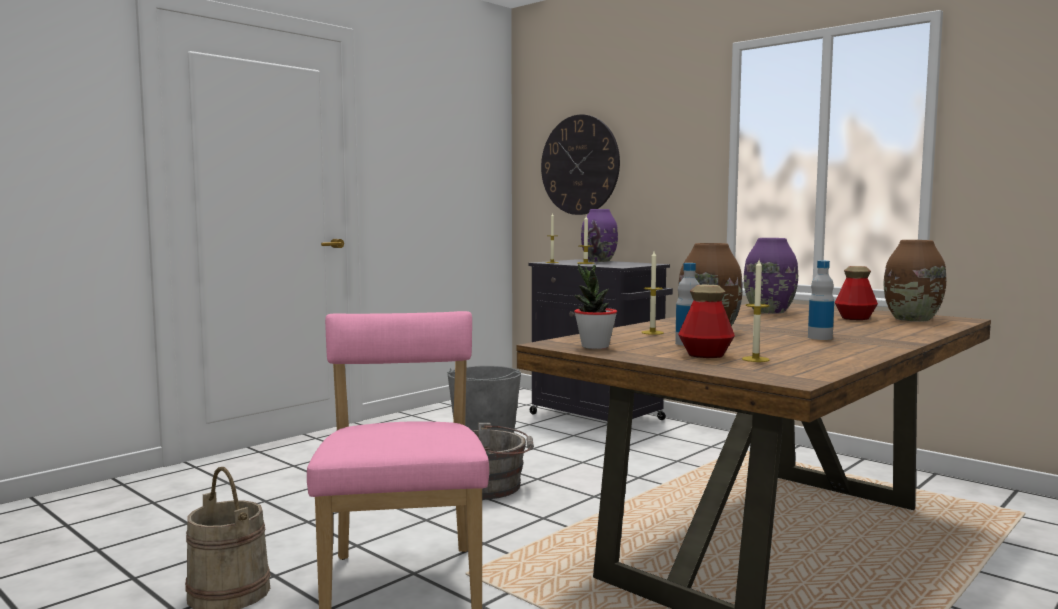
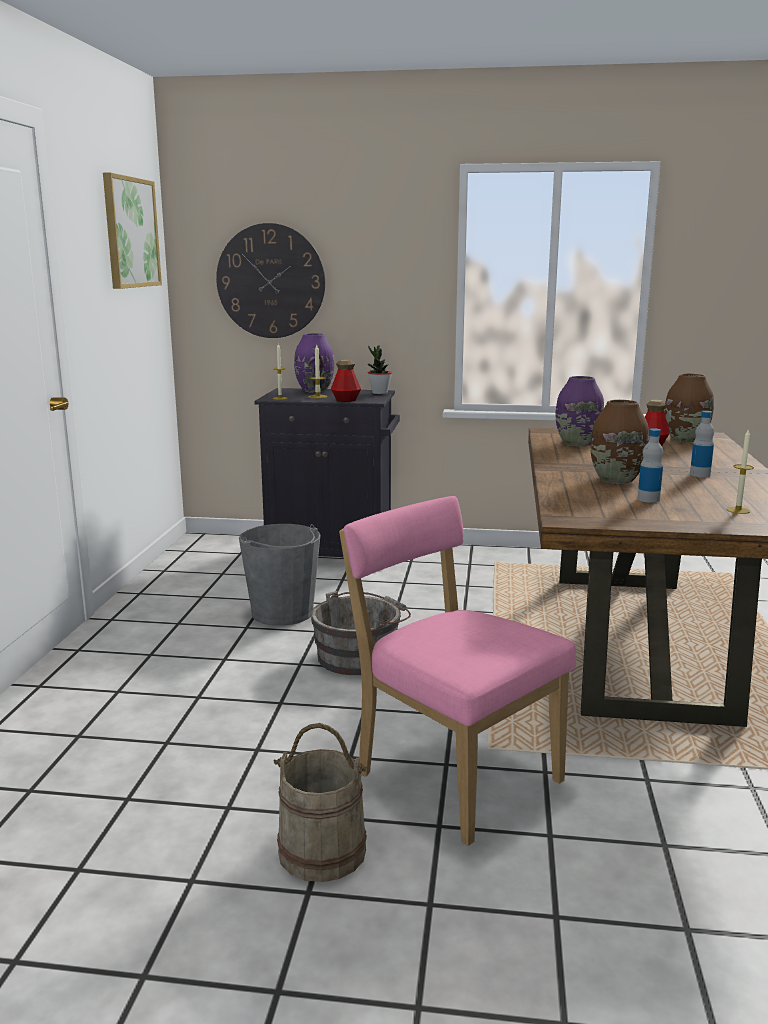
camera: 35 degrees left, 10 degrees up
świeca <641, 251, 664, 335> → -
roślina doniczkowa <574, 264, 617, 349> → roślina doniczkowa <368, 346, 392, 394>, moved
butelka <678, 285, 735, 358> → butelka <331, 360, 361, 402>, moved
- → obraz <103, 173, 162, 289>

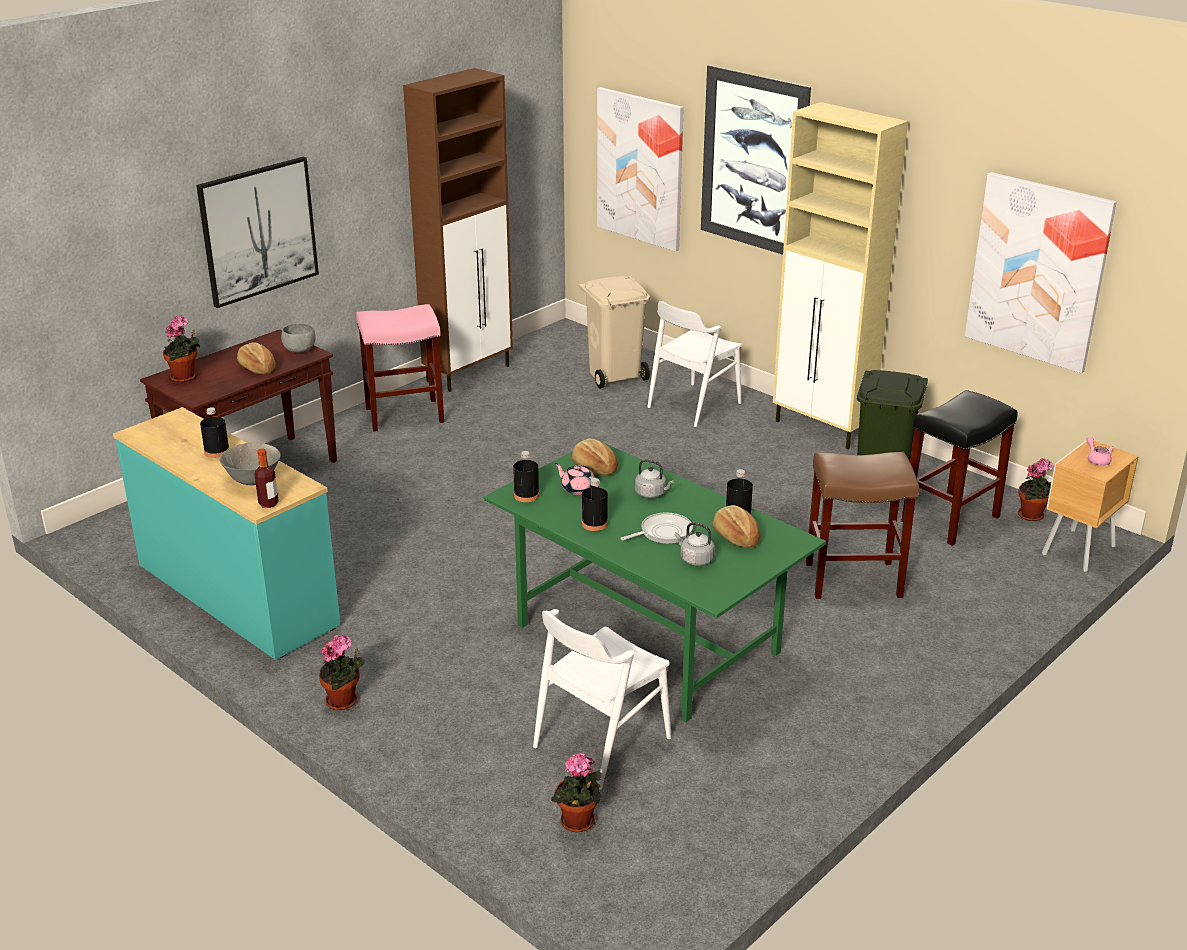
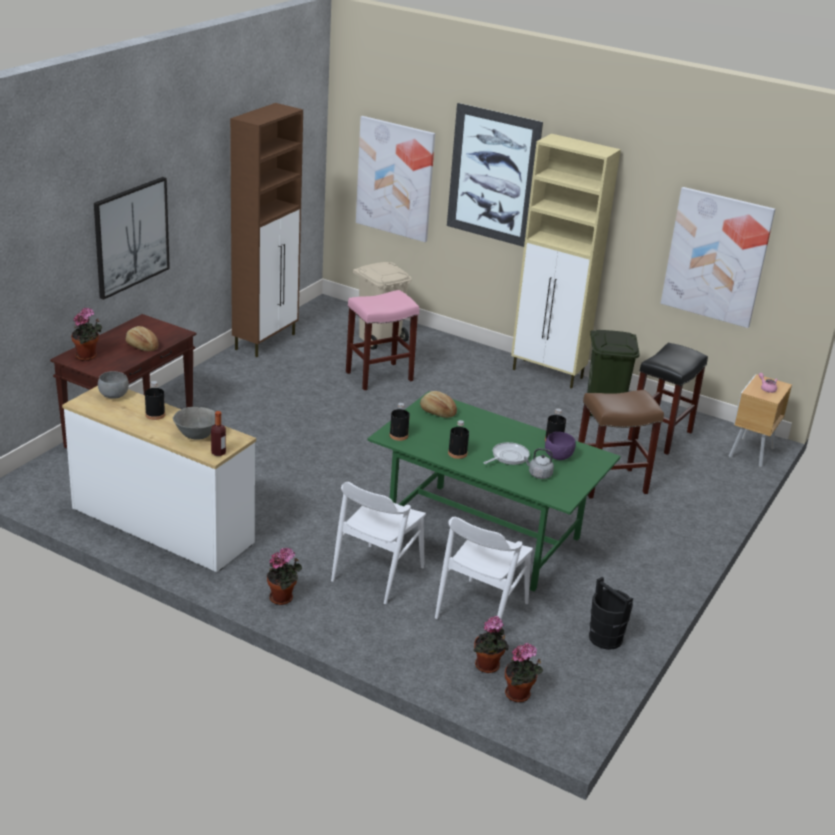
camera: 15 degrees left, 0 degrees up
krzesło/biały <648, 301, 742, 427> → krzesło/biały <331, 482, 426, 604>, moved
stołek/różowy <356, 304, 444, 432> → stołek/różowy <346, 290, 419, 391>, moved
miska/szary <281, 323, 316, 353> → miska/szary <98, 371, 129, 399>, moved
komoda/turkusowy <113, 407, 341, 660> → komoda/biały <62, 386, 256, 572>
roślina doniczkowa <1018, 458, 1053, 521> → roślina doniczkowa <505, 643, 543, 702>, moved
czajnik/szary <635, 459, 674, 498> → -
imbryk/różowy <555, 463, 600, 495> → -
chleb <712, 505, 760, 548> → miska/fioletowy <545, 432, 576, 460>
- → wiadro/czarny <589, 577, 633, 650>

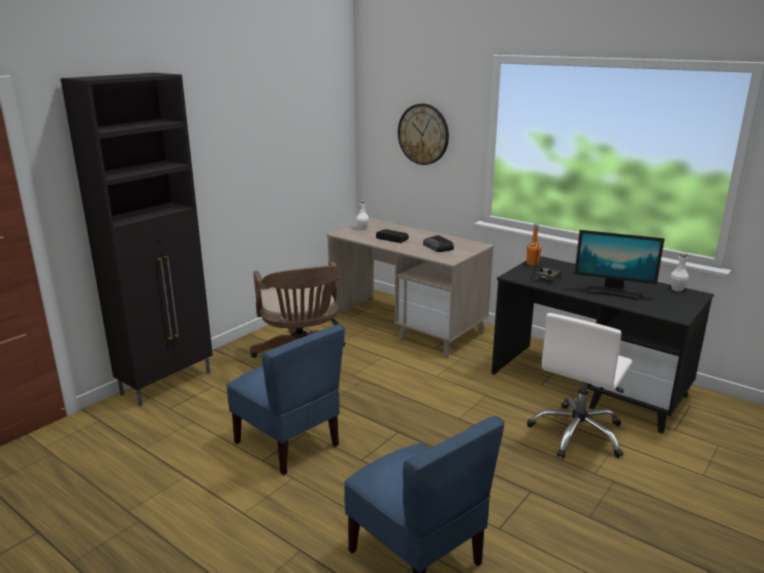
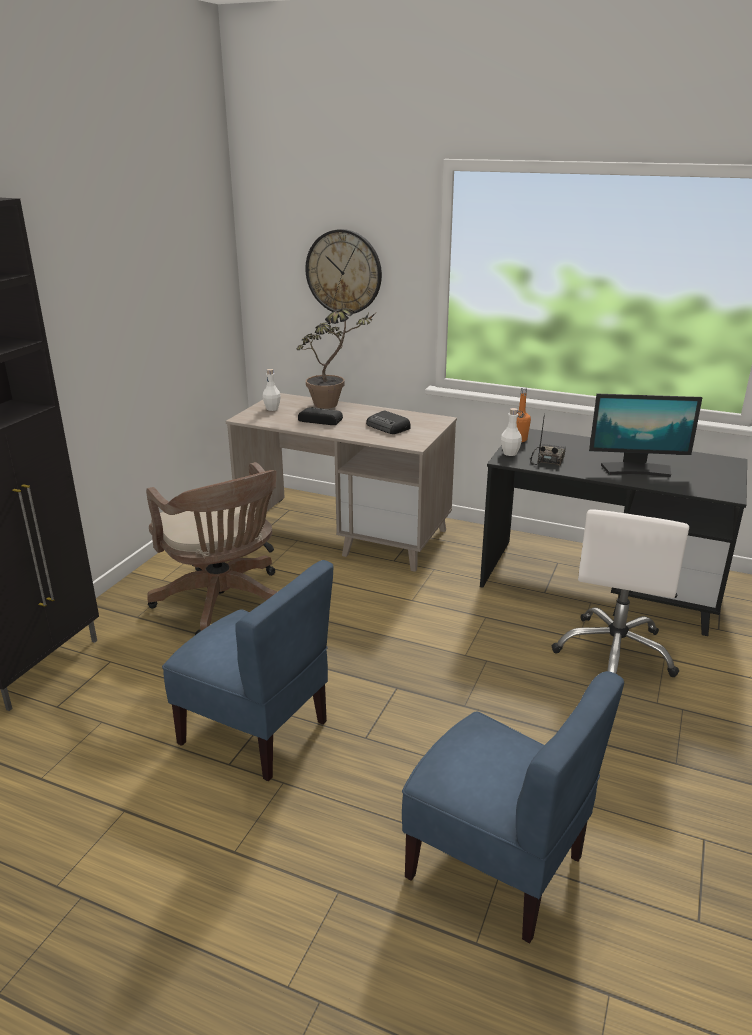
camera: 15 degrees left, 5 degrees up
butelka/biały <670, 253, 689, 291> → butelka/biały <501, 408, 522, 456>, moved
- → roślina doniczkowa <296, 308, 377, 409>

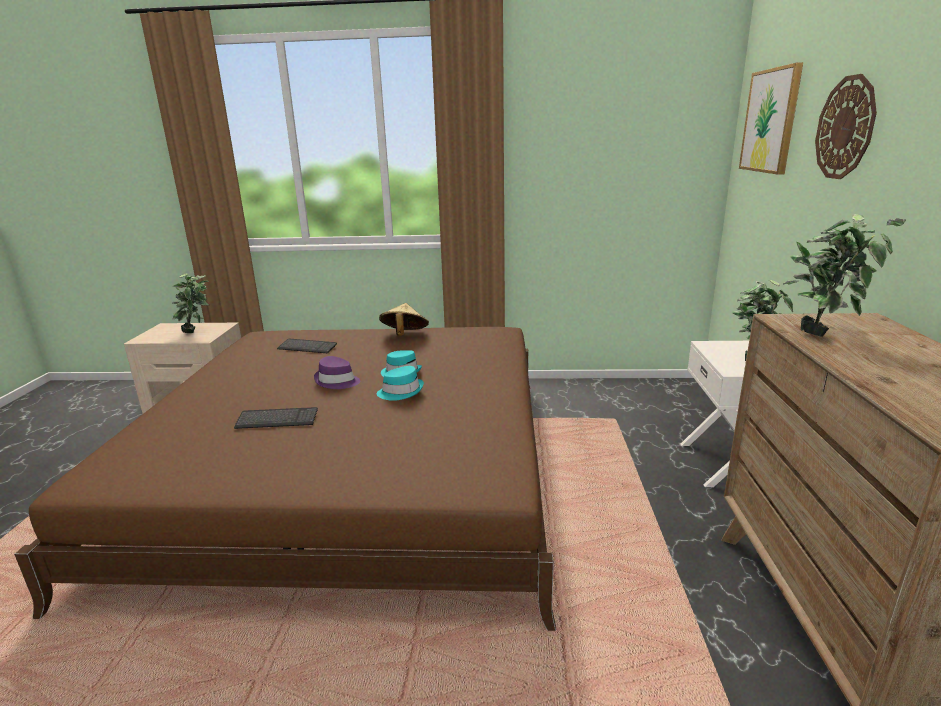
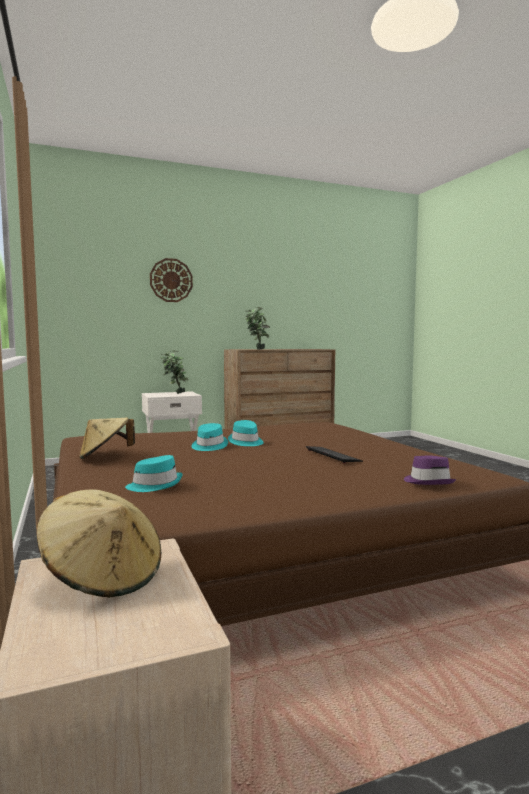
camera: 115 degrees left, 15 degrees down
obraz <739, 62, 803, 175> → -
roślina doniczkowa <172, 274, 209, 333> → kapelusz/beżowy <37, 489, 161, 598>
klawiatura <277, 339, 337, 353> → kapelusz/turkusowy <125, 455, 183, 492>
kapelusz/fioletowy <314, 356, 360, 389> → kapelusz/fioletowy <404, 455, 456, 485>, moved

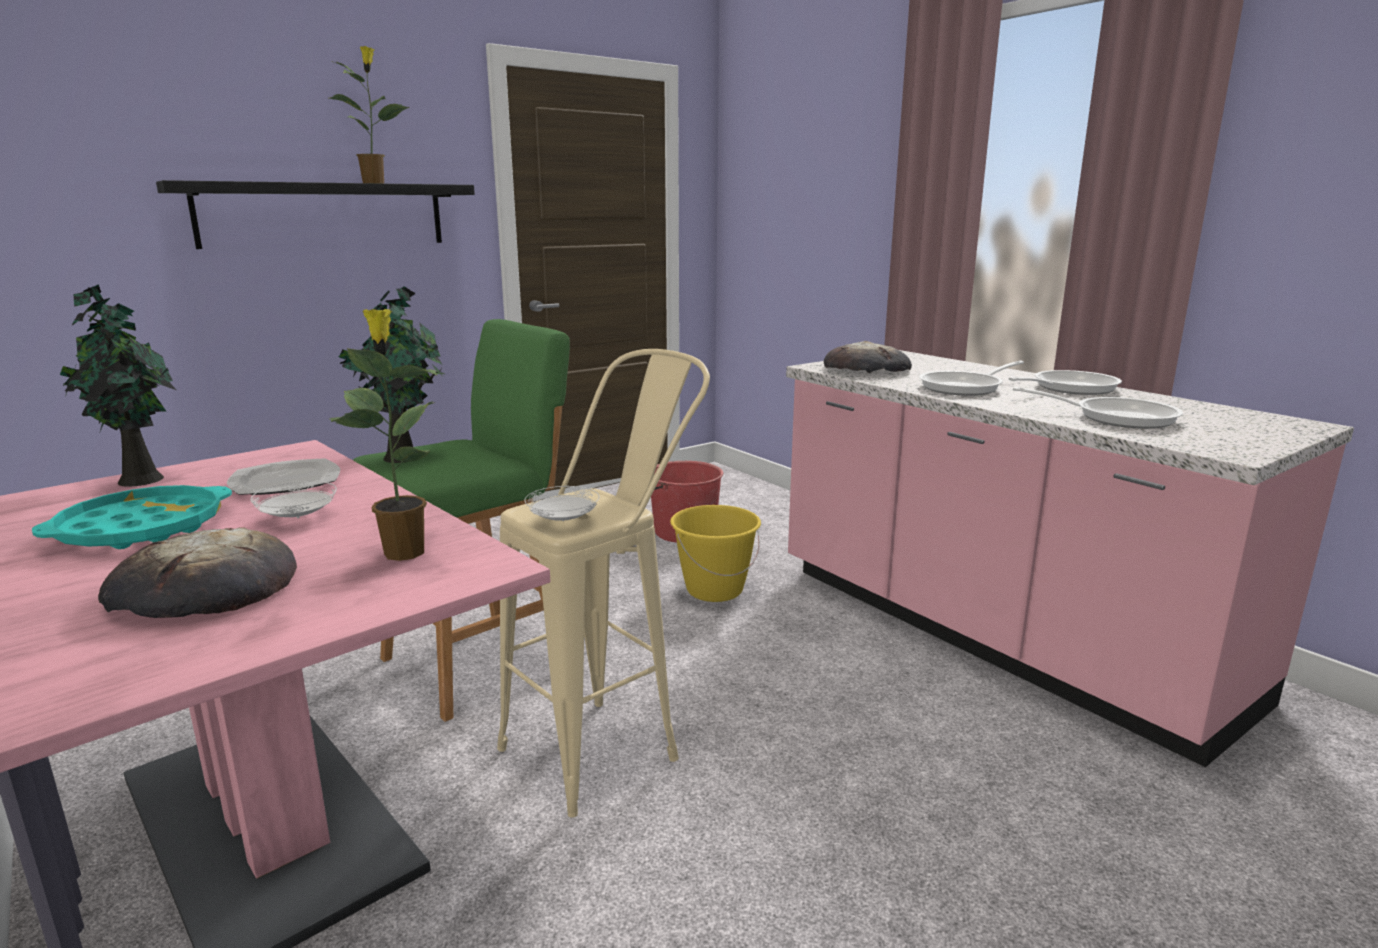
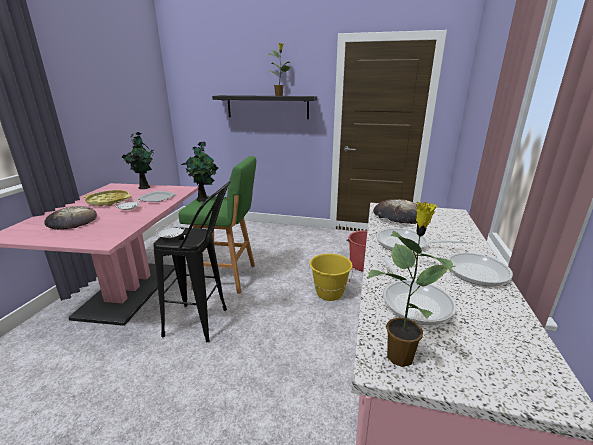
camera: 50 degrees right, 5 degrees up
roślina doniczkowa <330, 309, 437, 561> → roślina doniczkowa <366, 202, 455, 367>, moved
stołek/beżowy <497, 349, 710, 817> → stołek/czarny <153, 181, 231, 342>
taca/turkusowy <32, 485, 232, 549> → taca/żółty <84, 190, 131, 206>

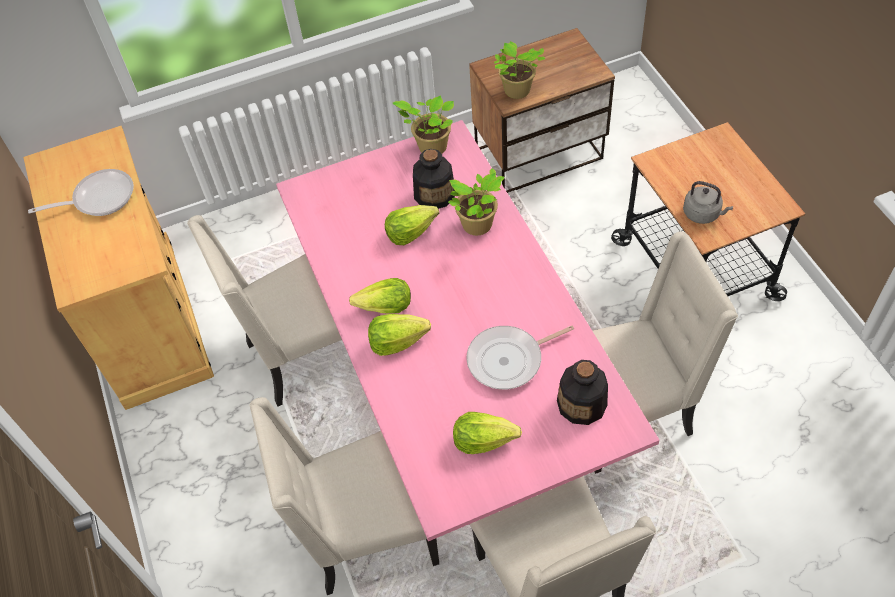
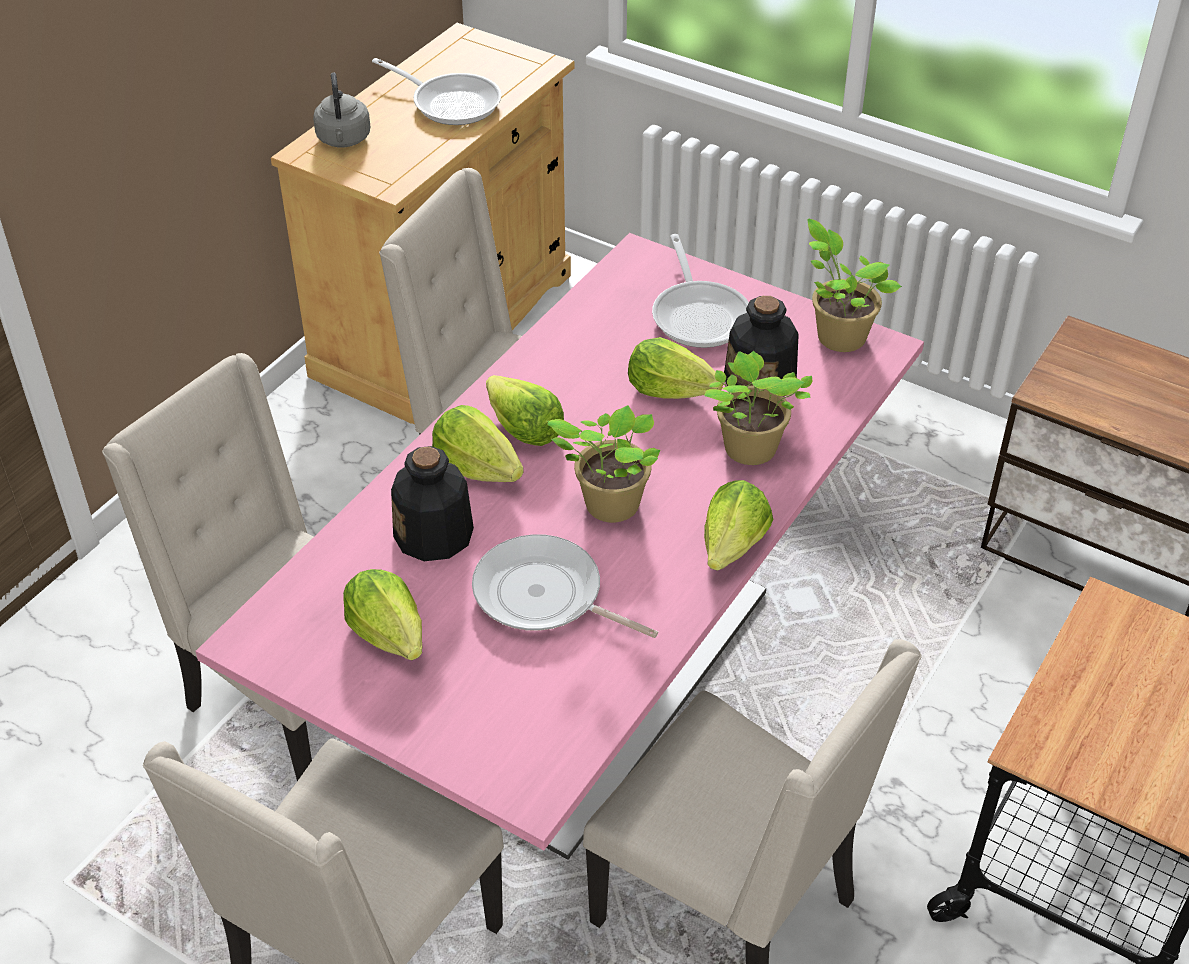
camera: 50 degrees right, 10 degrees down
roślina doniczkowa <494, 41, 545, 99> → roślina doniczkowa <547, 405, 660, 523>, moved
czajnik/szary <683, 181, 733, 224> → czajnik/szary <313, 73, 370, 147>, moved
butelka <557, 360, 608, 425> → butelka <391, 446, 474, 561>, moved
- → patelnia <652, 234, 749, 348>
- → sałata <704, 480, 773, 571>

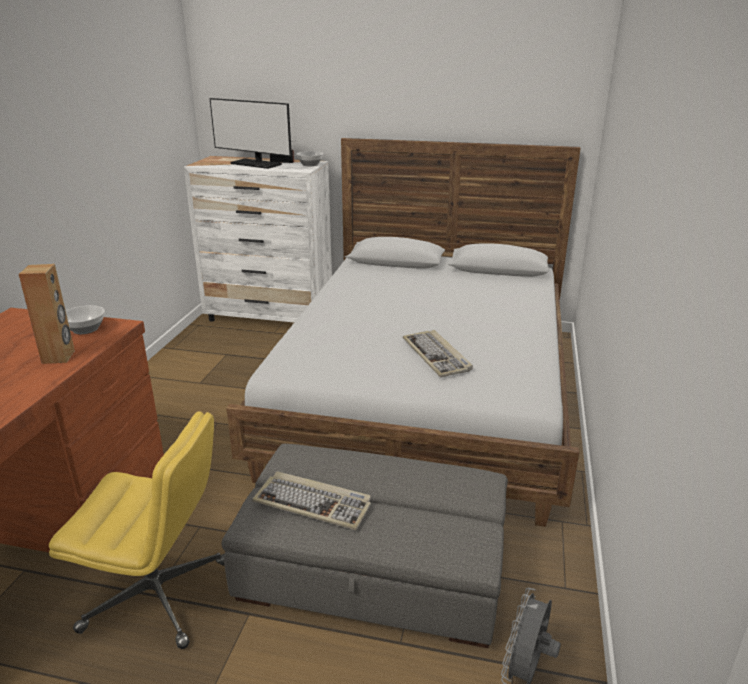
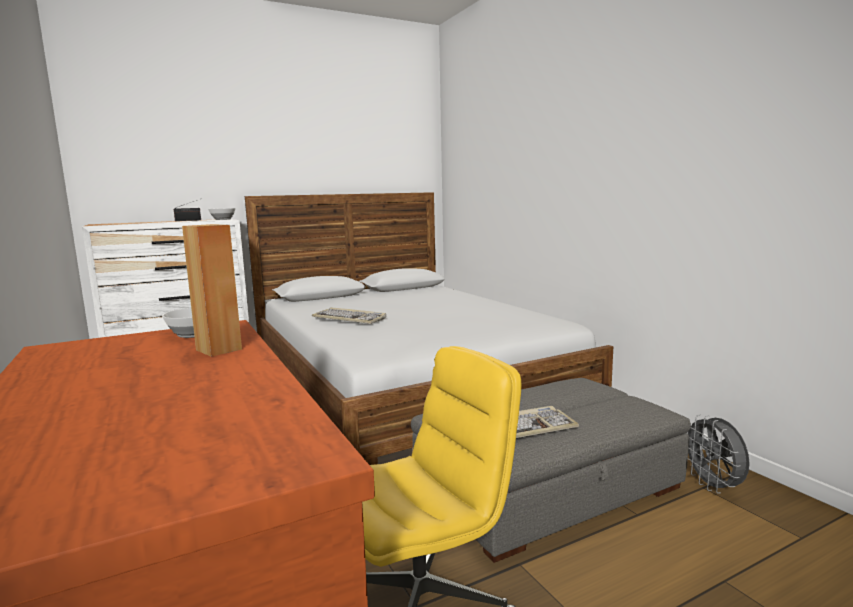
camera: 40 degrees left, 15 degrees down
monitor <210, 98, 292, 169> → -
klawiatura <403, 330, 473, 378> → klawiatura <312, 308, 386, 324>, moved

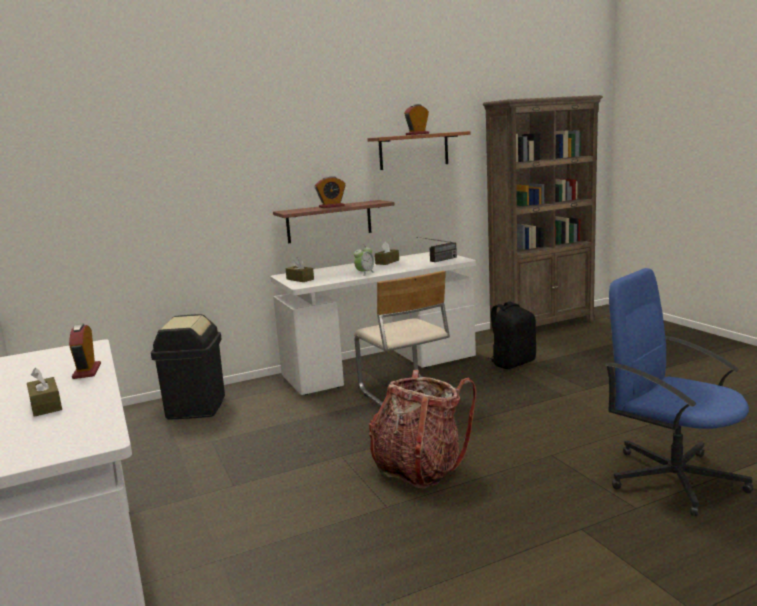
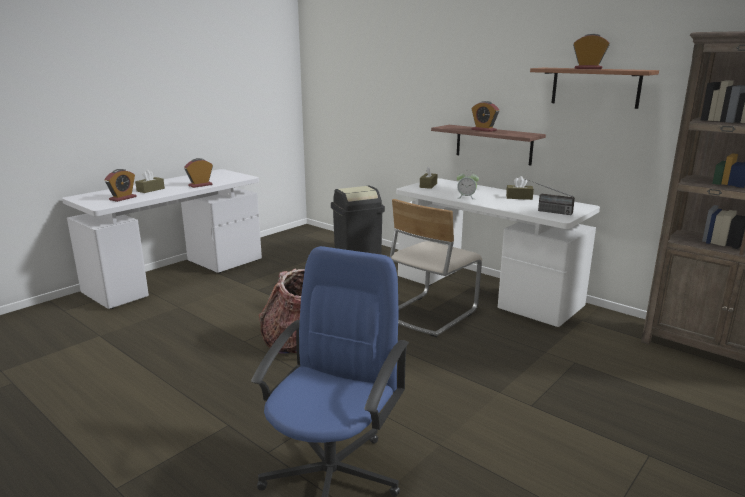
camera: 65 degrees right, 5 degrees up
plecak/czarny <488, 301, 536, 369> → -
- → budzik <104, 169, 137, 202>

